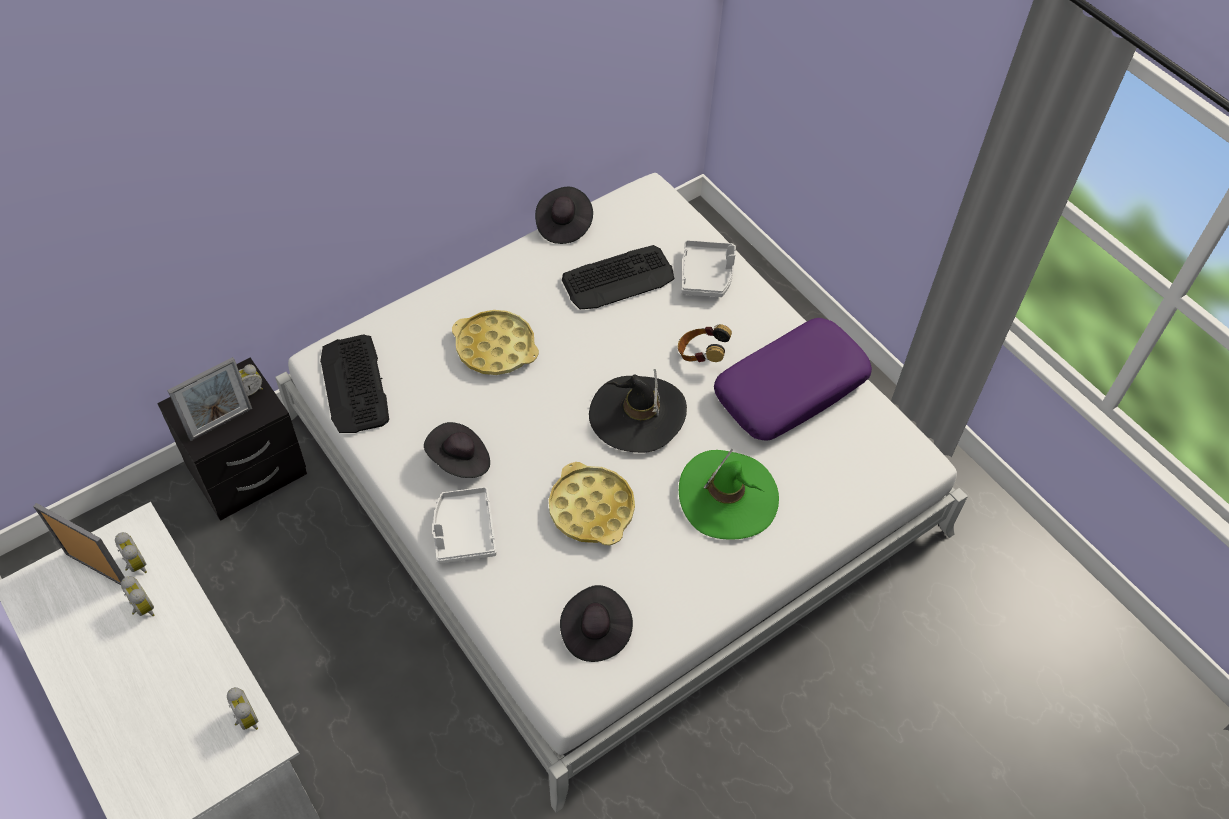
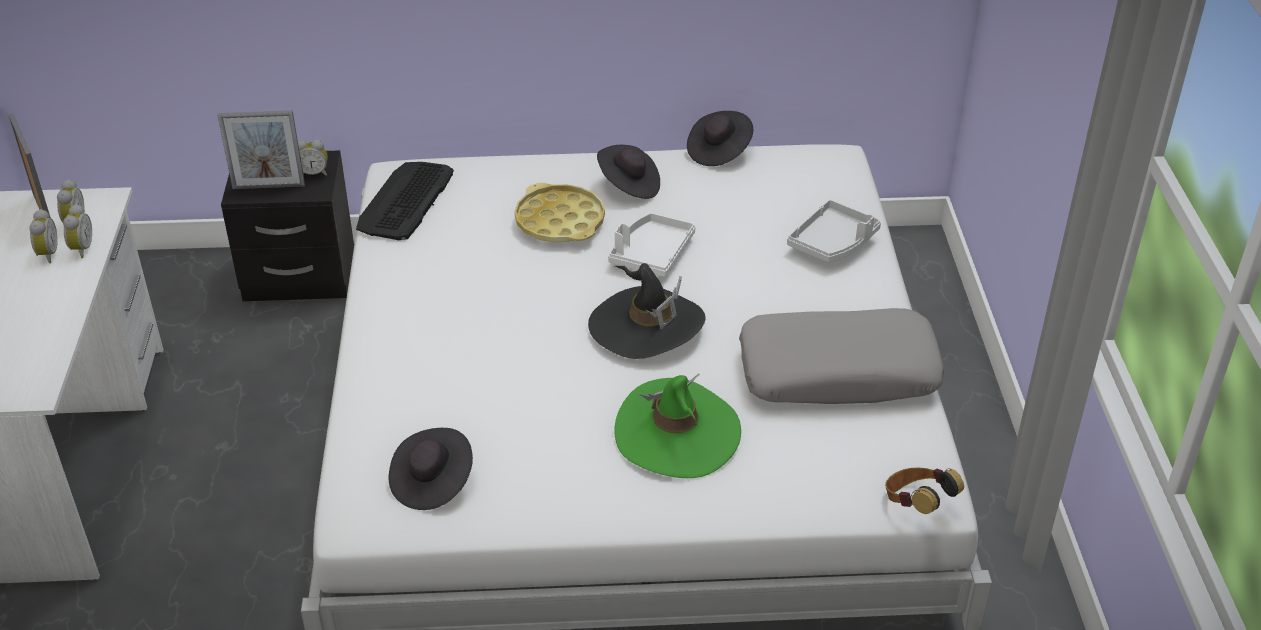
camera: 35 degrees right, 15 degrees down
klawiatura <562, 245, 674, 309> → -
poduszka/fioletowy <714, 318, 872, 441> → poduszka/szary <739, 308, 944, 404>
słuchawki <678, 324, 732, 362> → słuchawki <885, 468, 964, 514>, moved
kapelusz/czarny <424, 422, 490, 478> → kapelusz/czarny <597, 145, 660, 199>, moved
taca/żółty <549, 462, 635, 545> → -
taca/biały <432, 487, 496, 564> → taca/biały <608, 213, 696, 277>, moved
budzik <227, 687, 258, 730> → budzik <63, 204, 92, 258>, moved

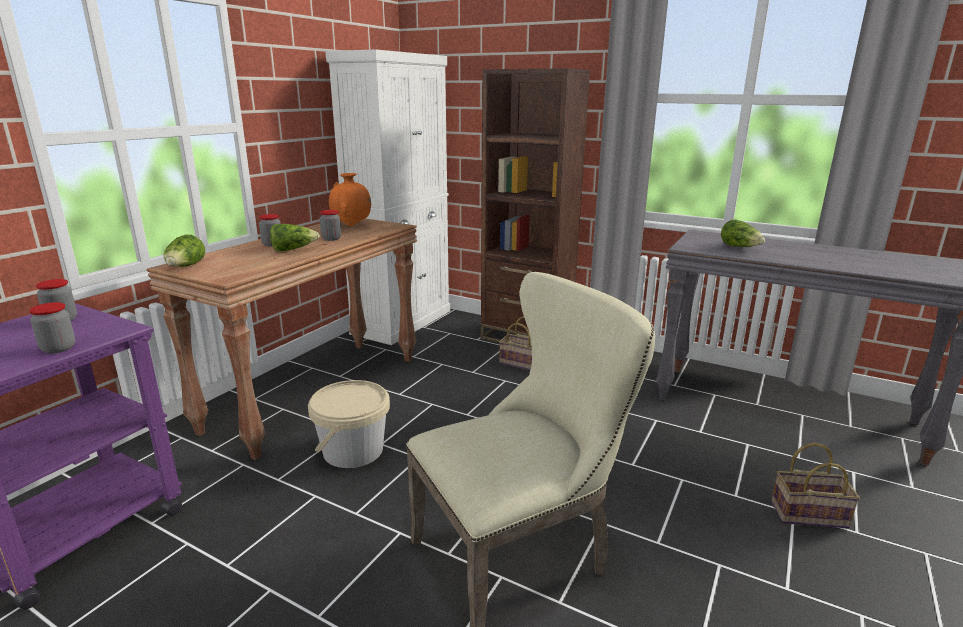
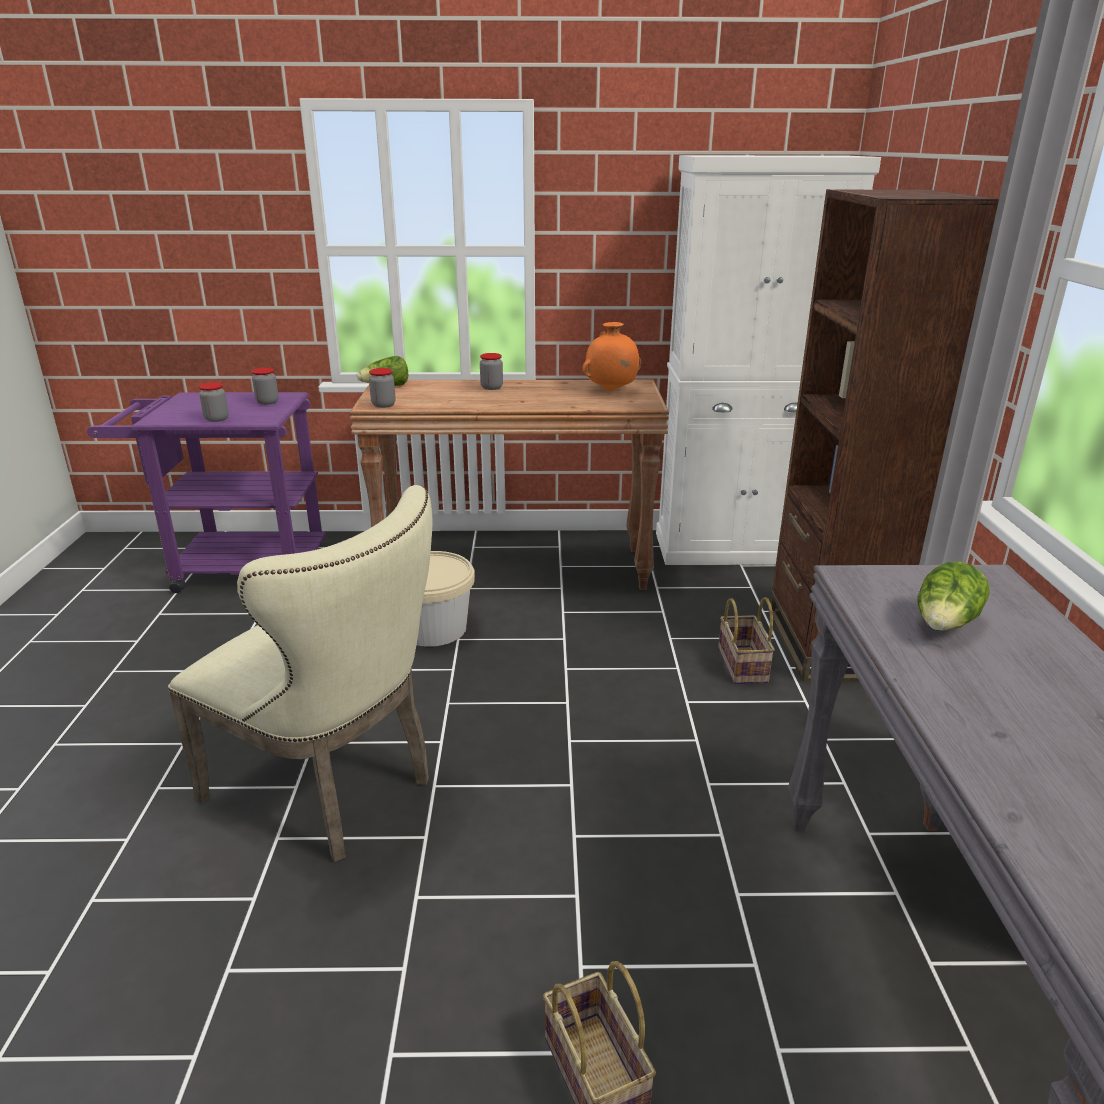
camera: 60 degrees right, 5 degrees up
słoik <320, 210, 341, 241> → słoik <369, 368, 395, 408>, moved
sałata <270, 224, 320, 251> → -

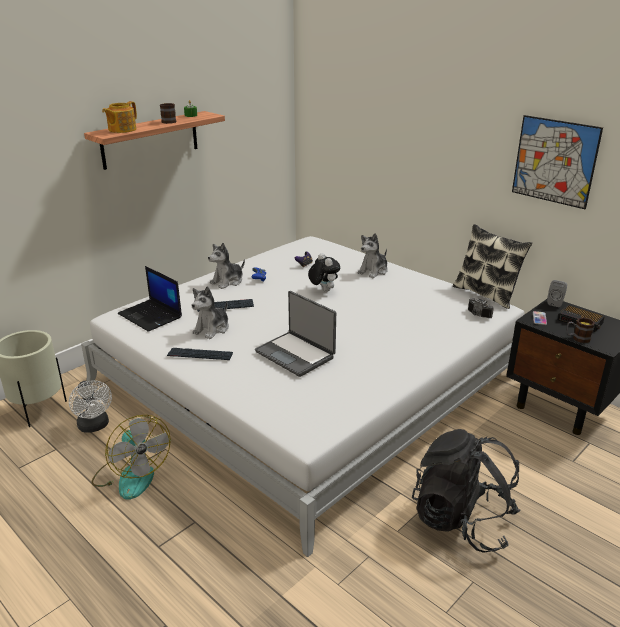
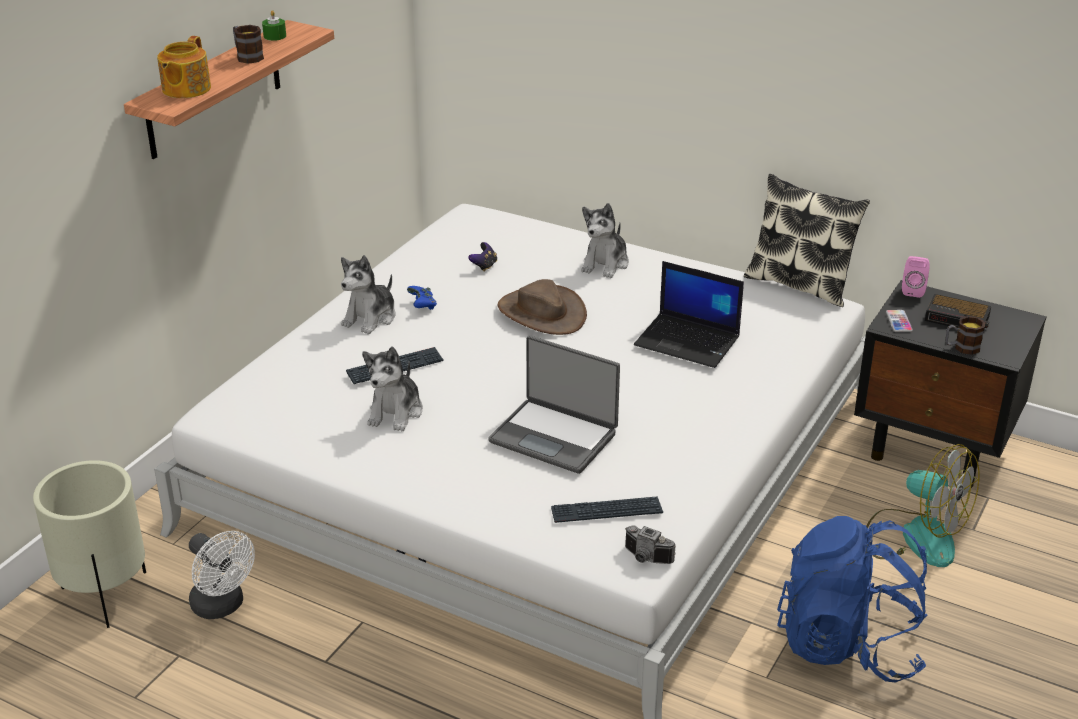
camera: 15 degrees left, 5 degrees up
obraz <512, 115, 603, 209> → -
pluszak <308, 253, 340, 292> → kapelusz/brązowy <498, 279, 587, 335>
laptop <118, 266, 182, 332> → laptop <634, 261, 744, 368>, moved
głośnik/szary <547, 280, 567, 307> → głośnik/różowy <902, 256, 930, 298>
aparat fotograficzny <468, 298, 494, 318> → aparat fotograficzny <625, 525, 676, 564>, moved
klawiatura <167, 348, 233, 360> → klawiatura <551, 496, 663, 523>, moved
wentylator <91, 415, 171, 500> → wentylator <867, 444, 979, 567>, moved
plecak/czarny <412, 429, 521, 553> → plecak/niebieski <777, 516, 928, 683>

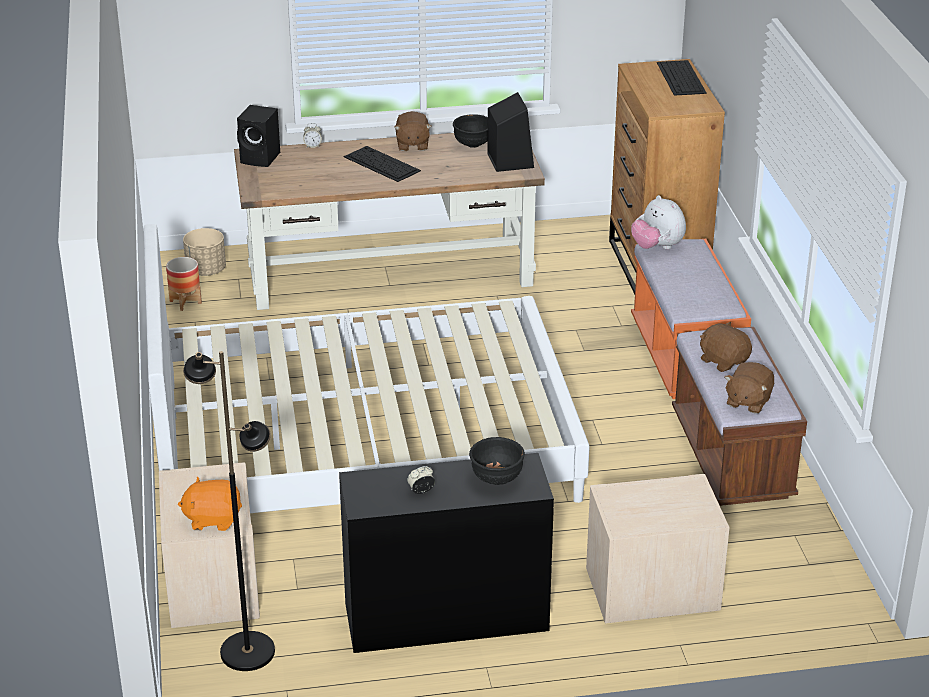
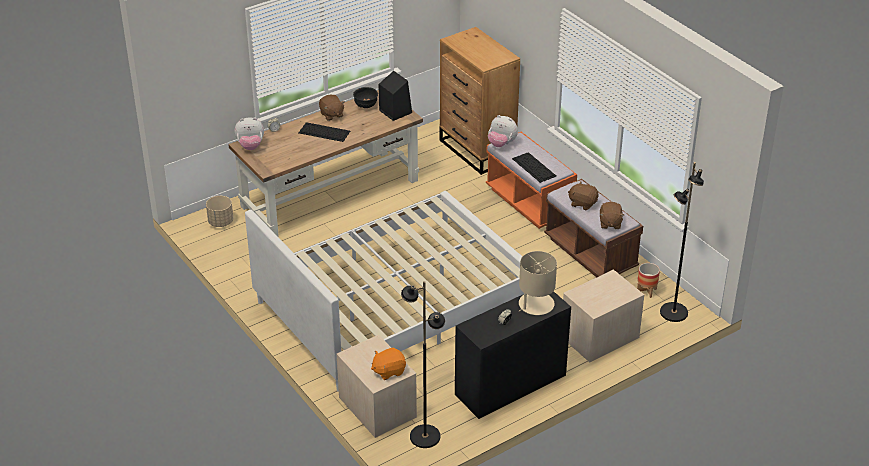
camera: 25 degrees left, 5 degrees up
klawiatura <657, 60, 707, 96> → klawiatura <512, 152, 556, 183>, moved
głośnik/czarny <237, 105, 280, 167> → pluszak <235, 117, 264, 150>
donica <166, 257, 202, 311> → donica <637, 263, 660, 298>, moved
miska/czarny <469, 437, 525, 485> → lampa stołowa/beżowy <519, 251, 557, 315>
- → lampa stojąca/czarny <660, 162, 704, 322>

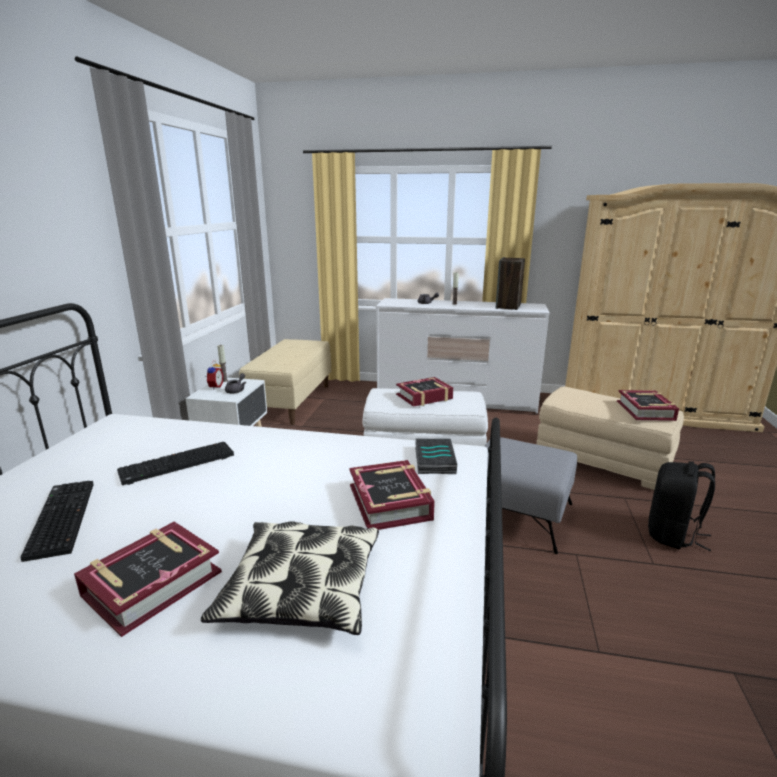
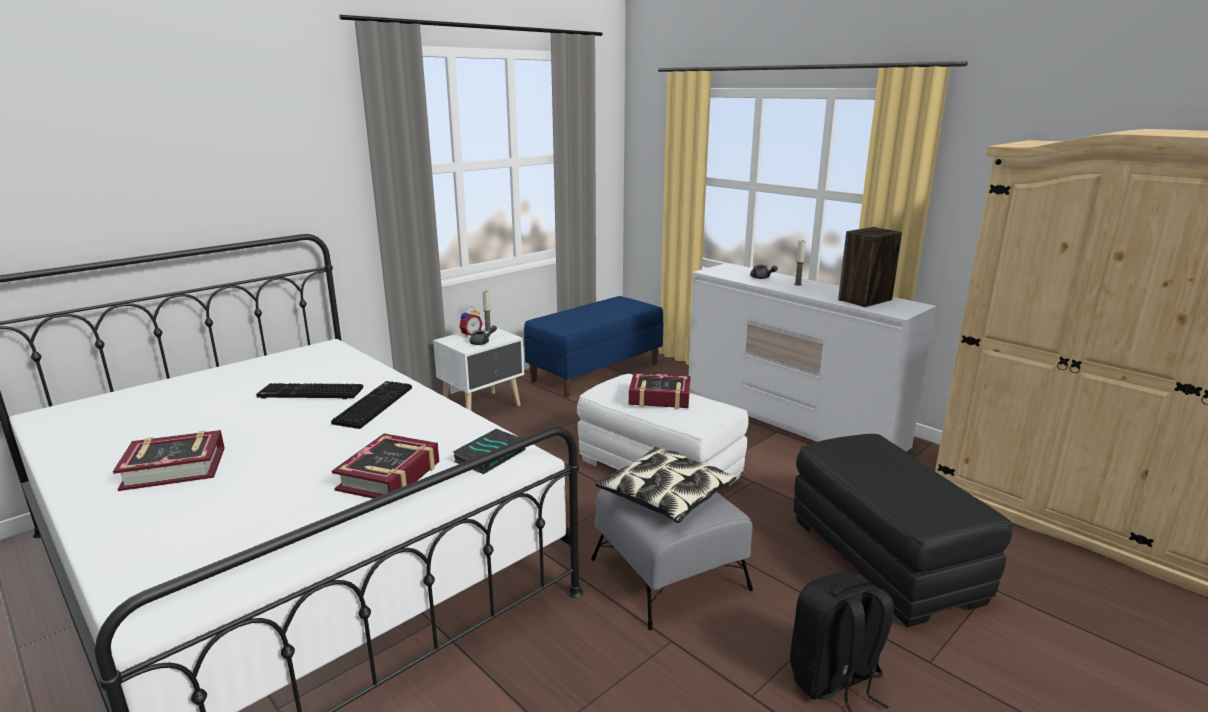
camera: 35 degrees right, 0 degrees up
ławka/beżowy <239, 339, 331, 425> → ławka/niebieski <524, 296, 664, 397>
pufa/beżowy <537, 386, 684, 490> → pufa/czarny <793, 434, 1012, 627>
książka <617, 390, 679, 421> → -
klawiatura <20, 481, 93, 562> → klawiatura <331, 381, 412, 429>, moved
poduszka <201, 522, 379, 635> → poduszka <596, 447, 736, 523>, moved

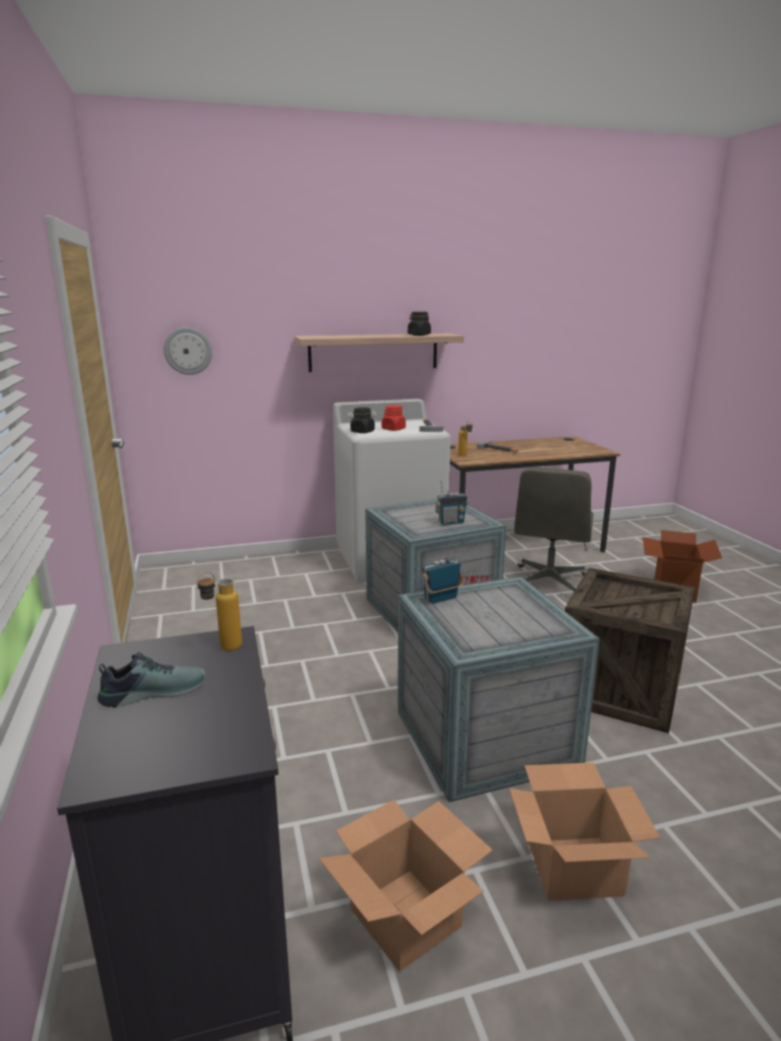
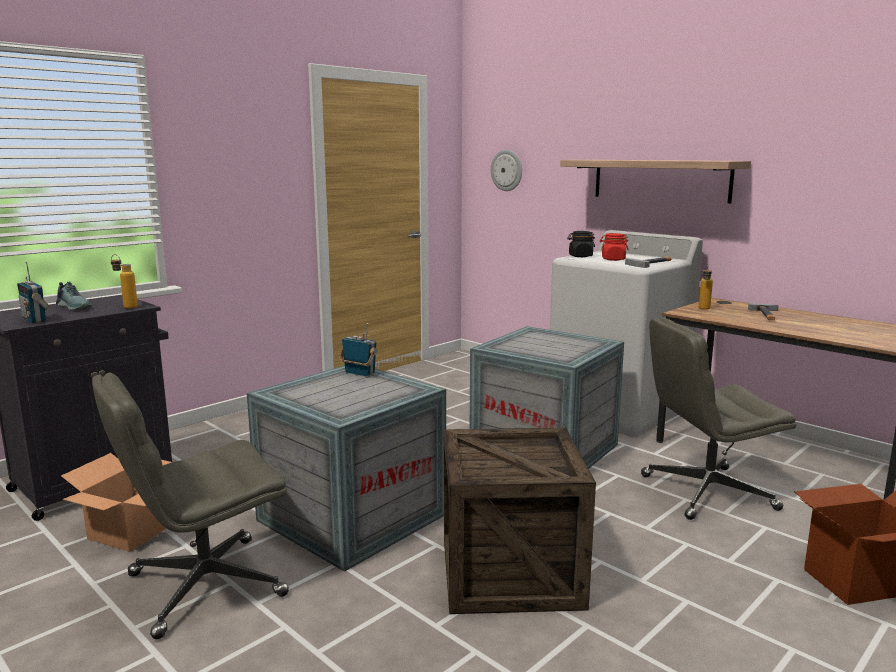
camera: 60 degrees right, 5 degrees down
słoik/czarny <408, 312, 431, 336> → -
radio <435, 480, 469, 525> → radio <17, 262, 50, 324>, moved
karton <509, 762, 661, 901> → krzesło biurowe/szary <92, 372, 289, 639>

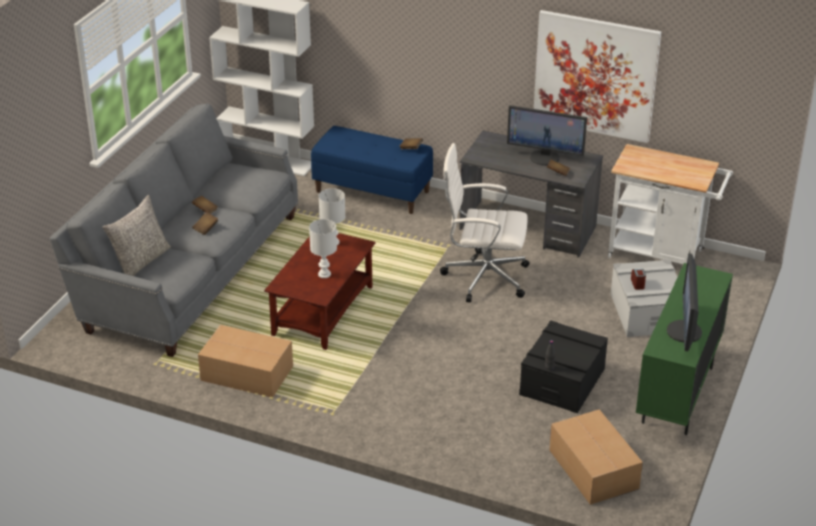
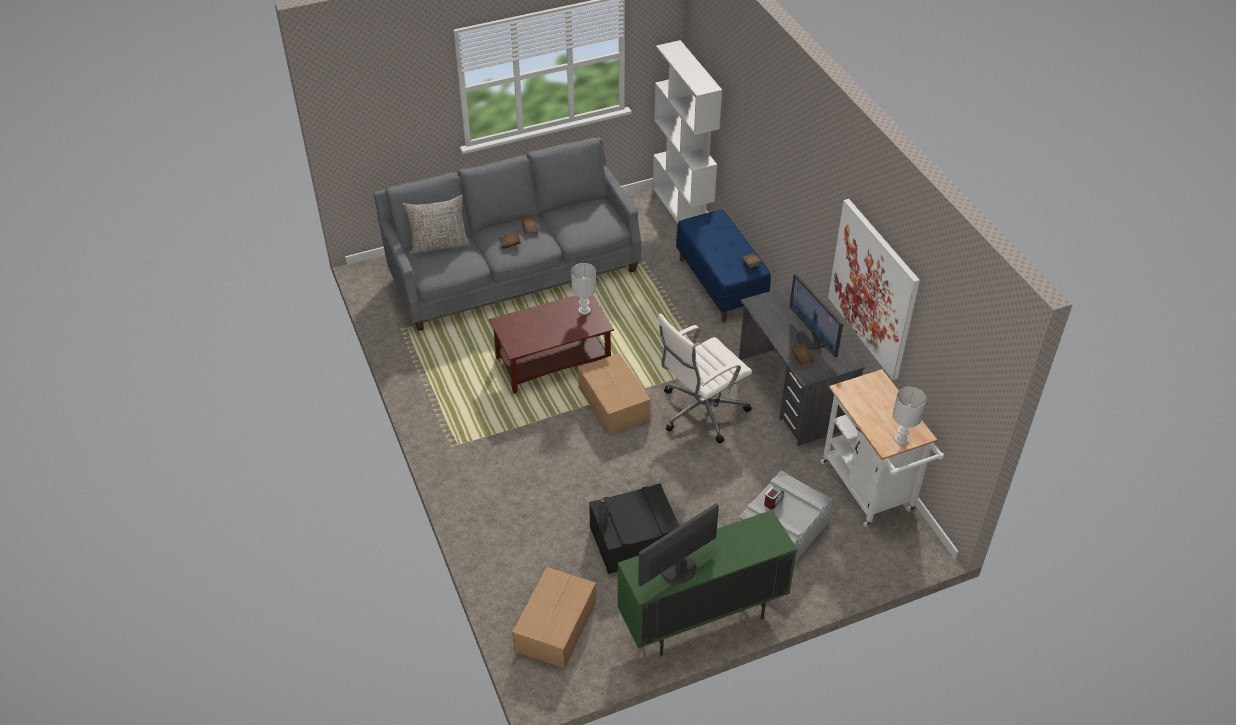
camera: 45 degrees right, 10 degrees up
krzesło biurowe/biały <440, 143, 529, 302> → krzesło biurowe/biały <657, 313, 752, 444>, 90 degrees counterclockwise
lampa stołowa/biały <309, 219, 337, 278> → lampa stołowa/biały <892, 387, 926, 445>, moved
karton <198, 325, 293, 397> → karton <578, 353, 651, 435>, moved

